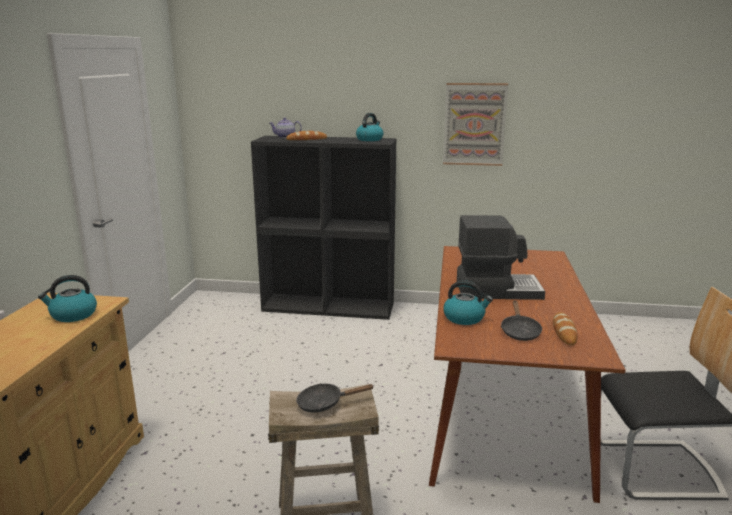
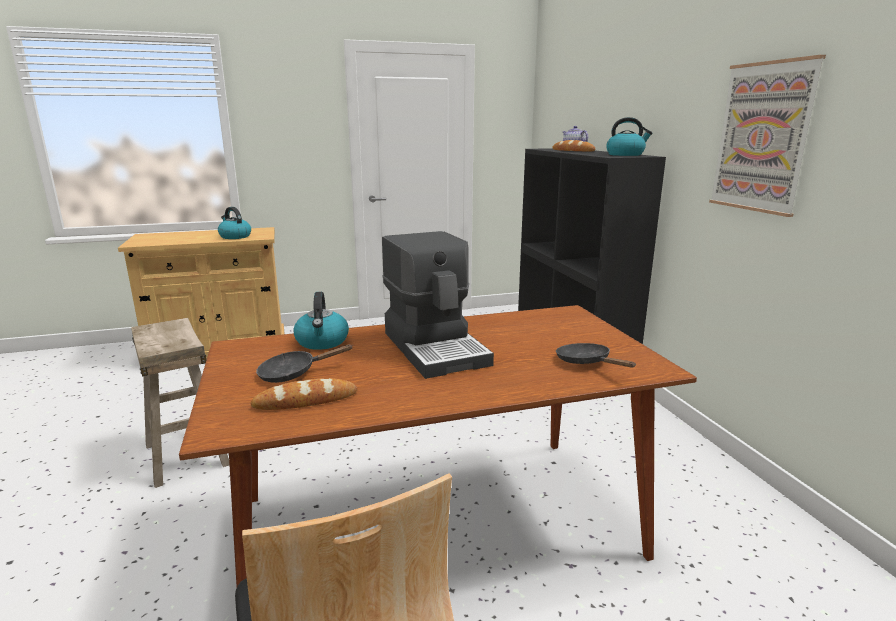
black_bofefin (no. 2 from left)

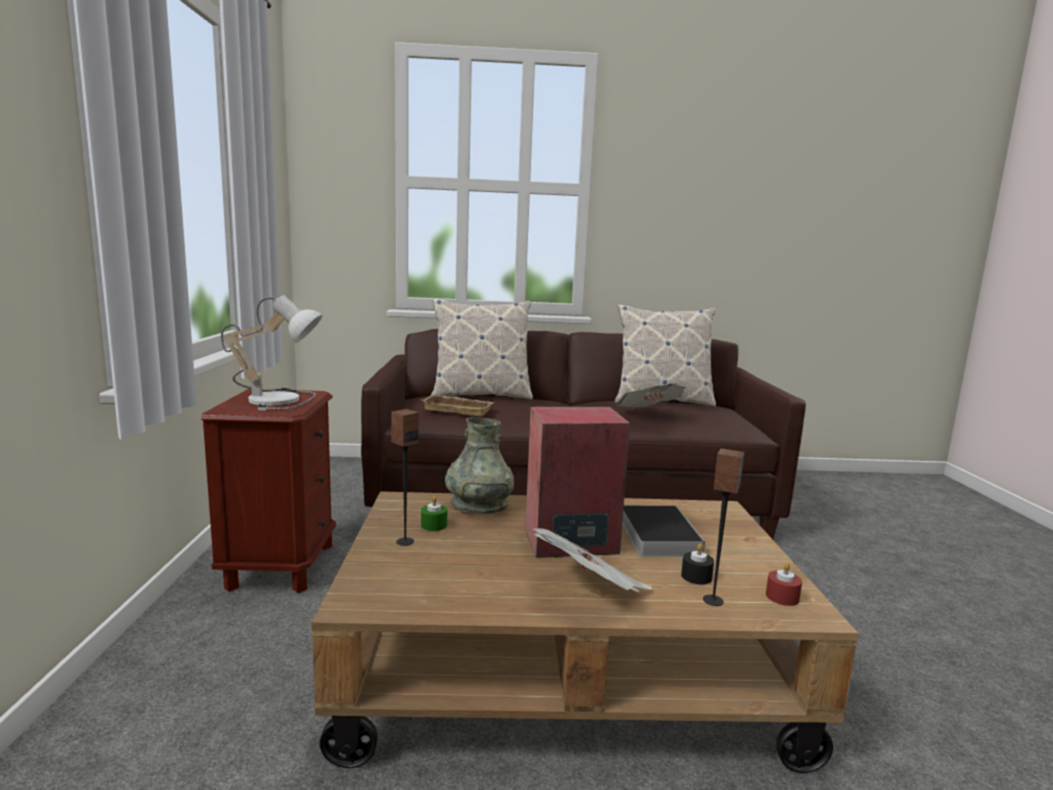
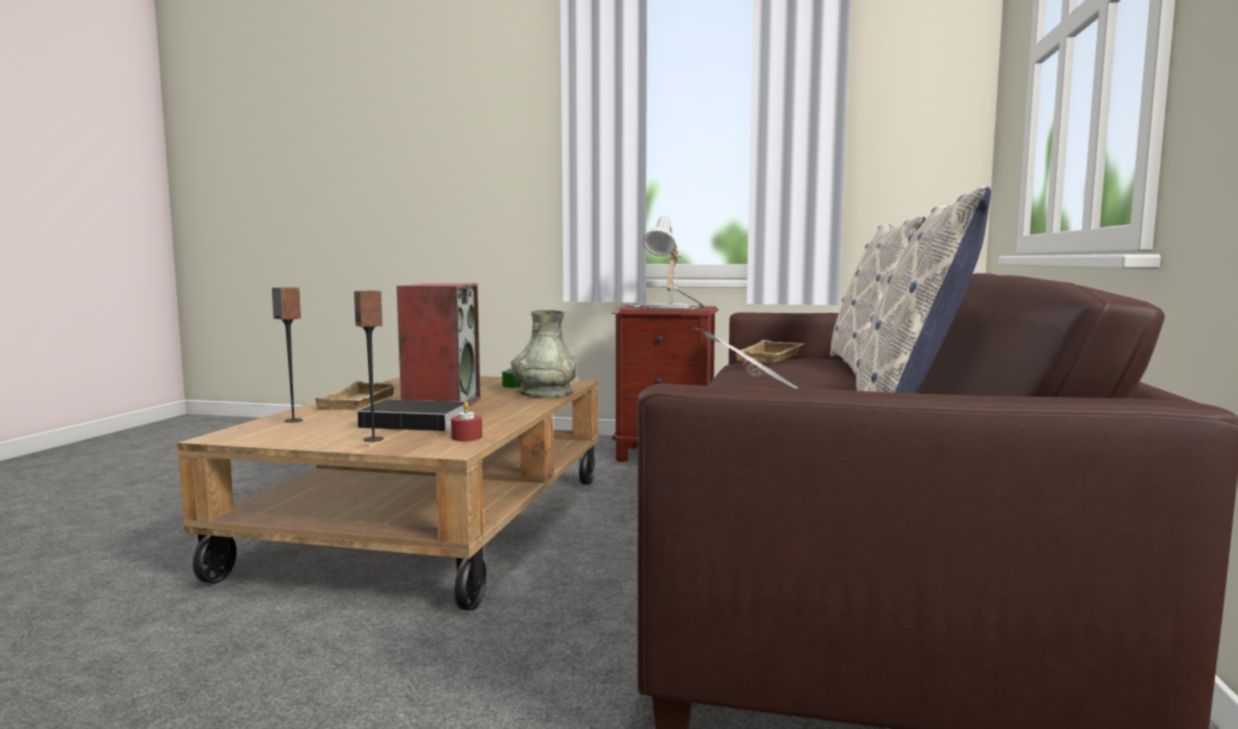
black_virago; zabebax (no. 2 from left); red_virago; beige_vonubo (no. 1 from left)

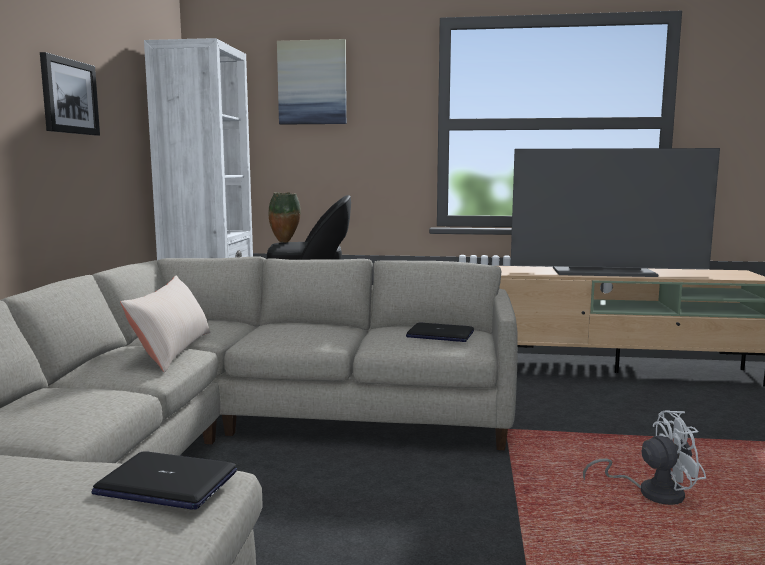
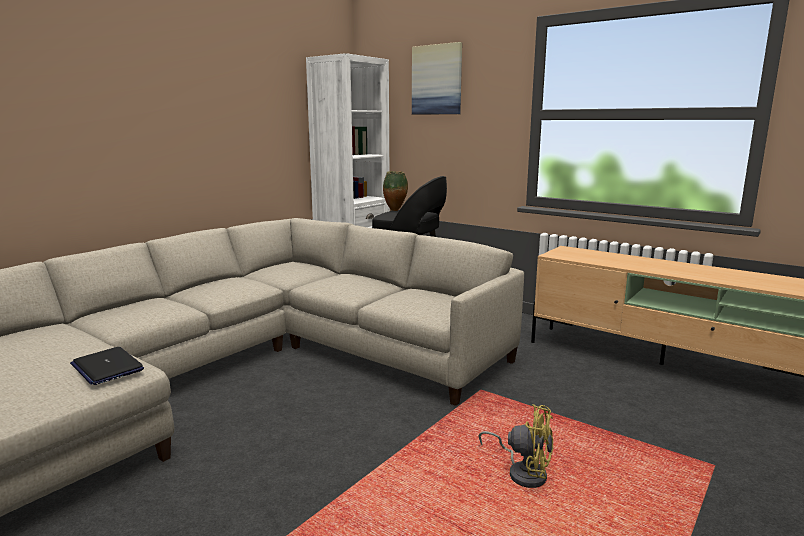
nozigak (no. 1 from left in the first image); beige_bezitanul; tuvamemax (no. 2 from left in the first image); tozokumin; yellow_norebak

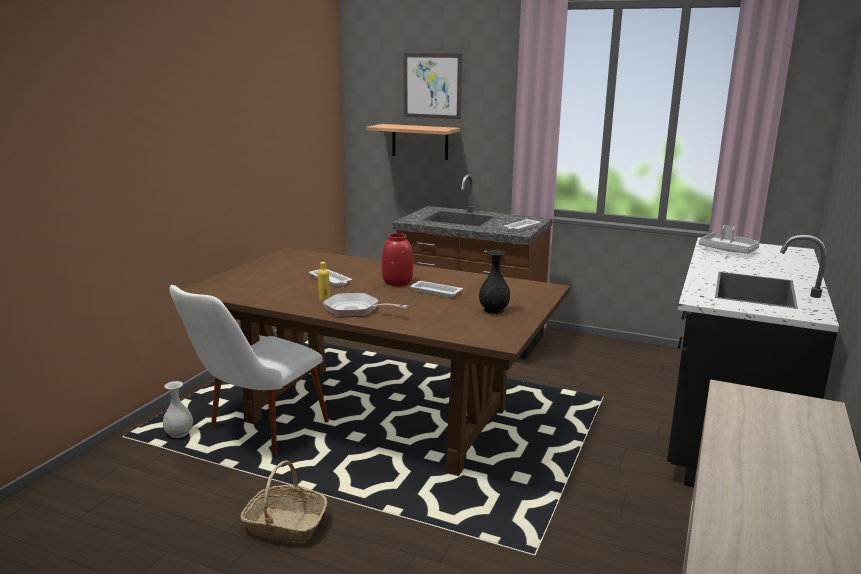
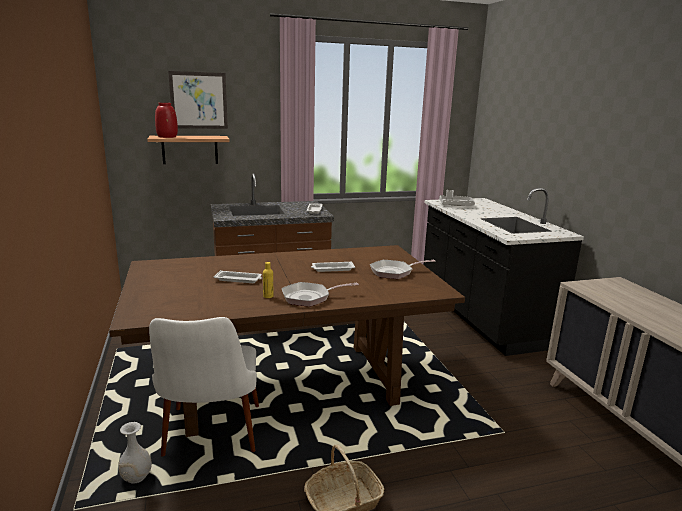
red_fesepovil; bofefin (no. 2 from left)

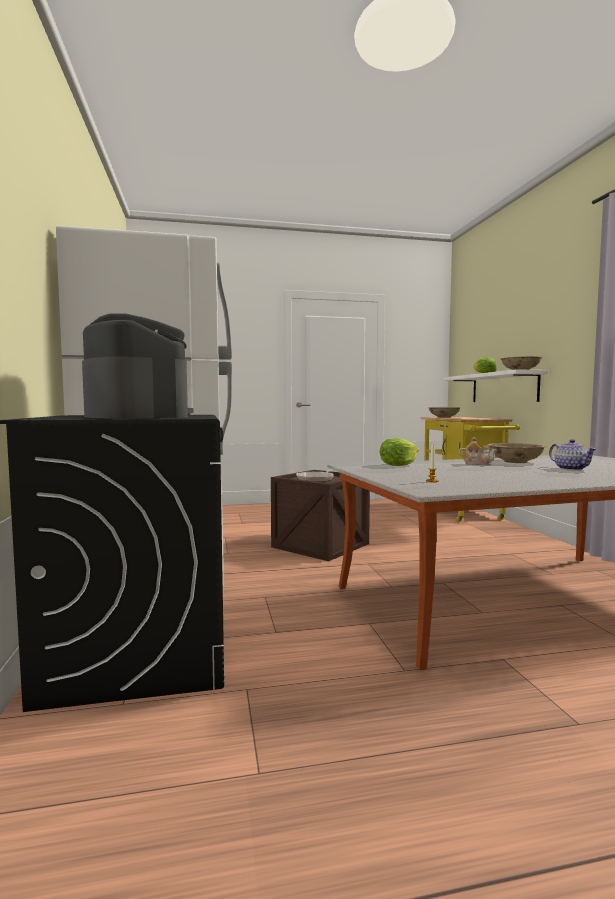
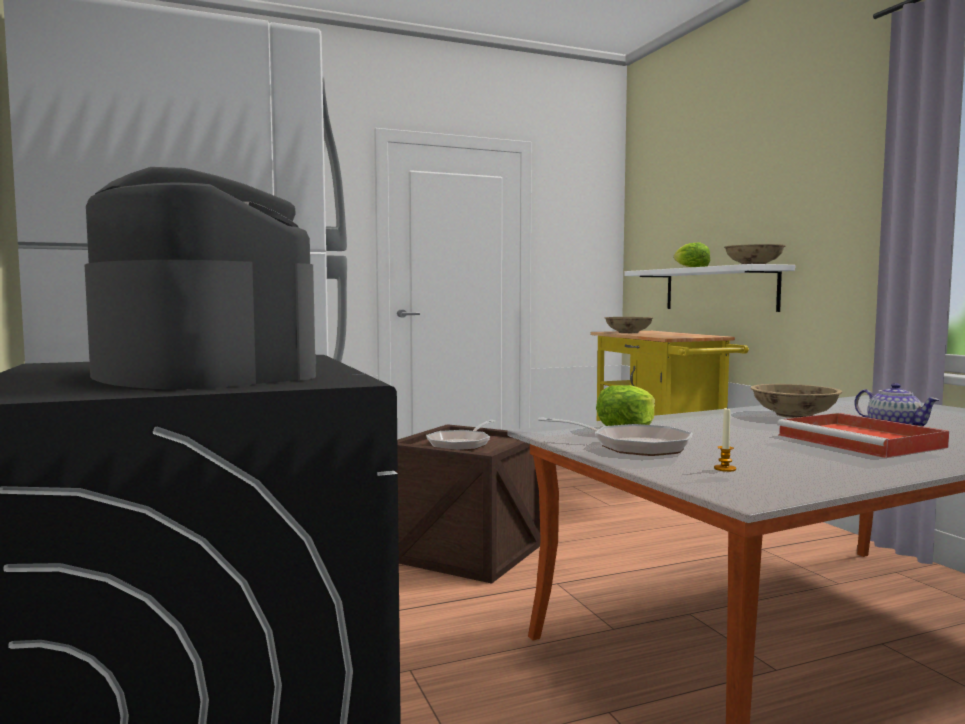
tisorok (no. 1 from left in the first image); bofefin (no. 2 from left); red_vonubo

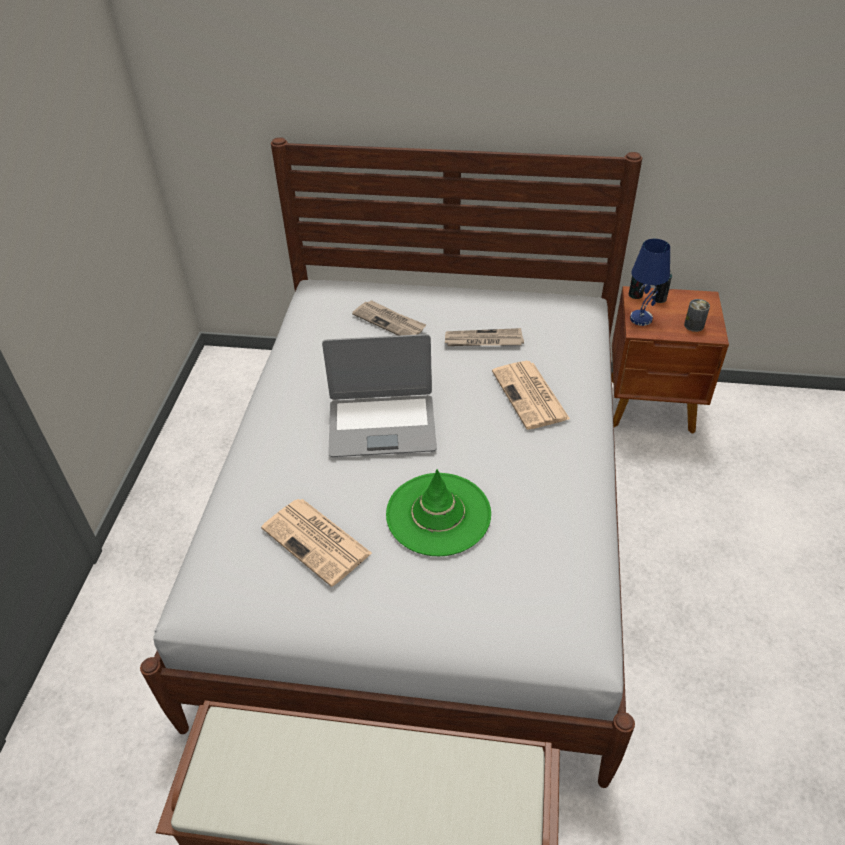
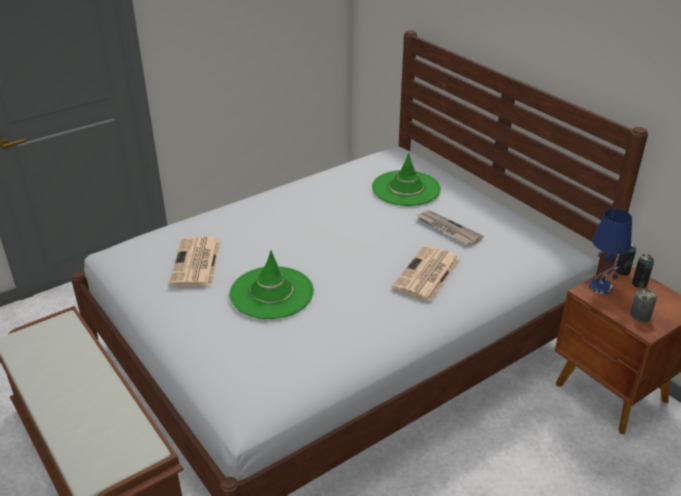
tuvamemax; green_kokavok (no. 2 from left)

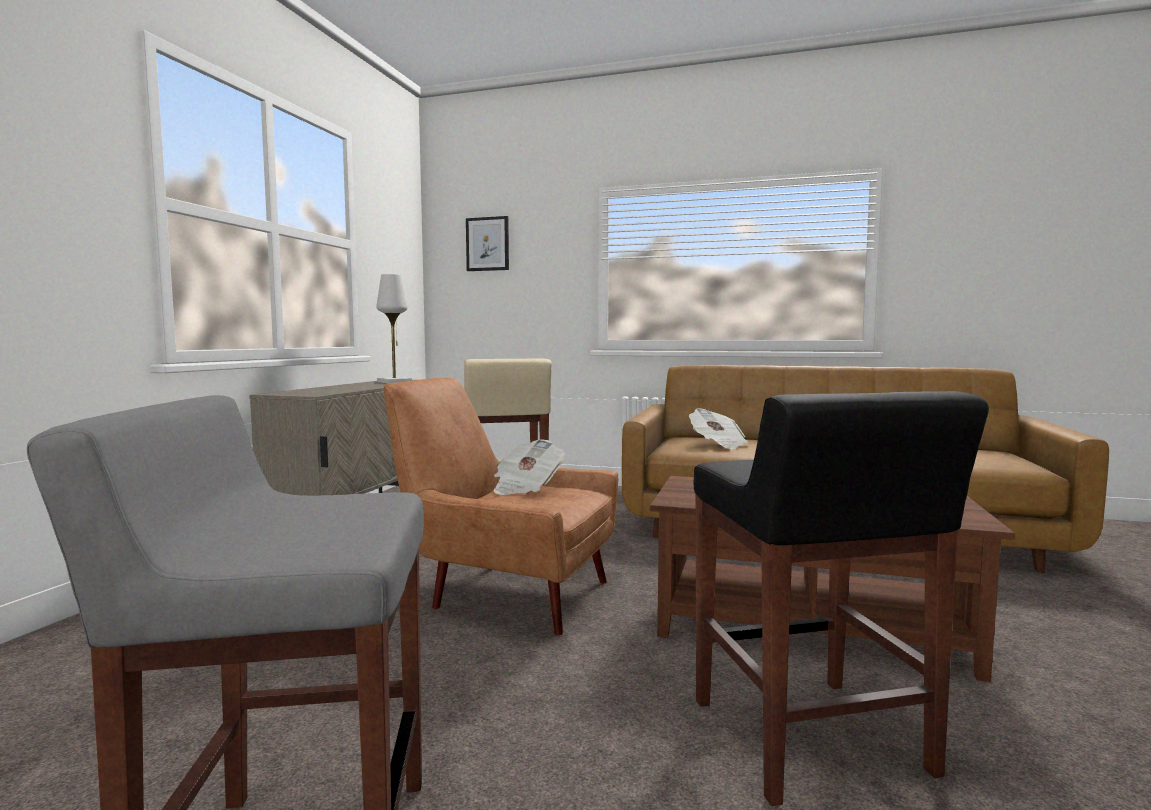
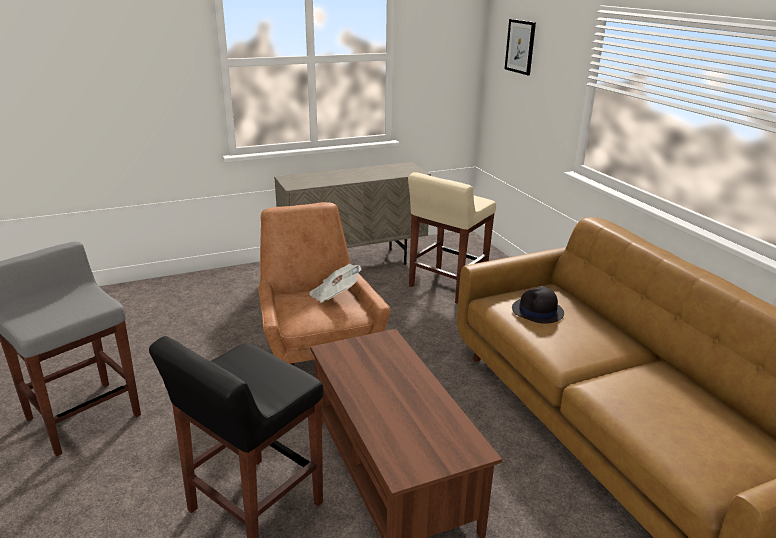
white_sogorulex; black_kokavok

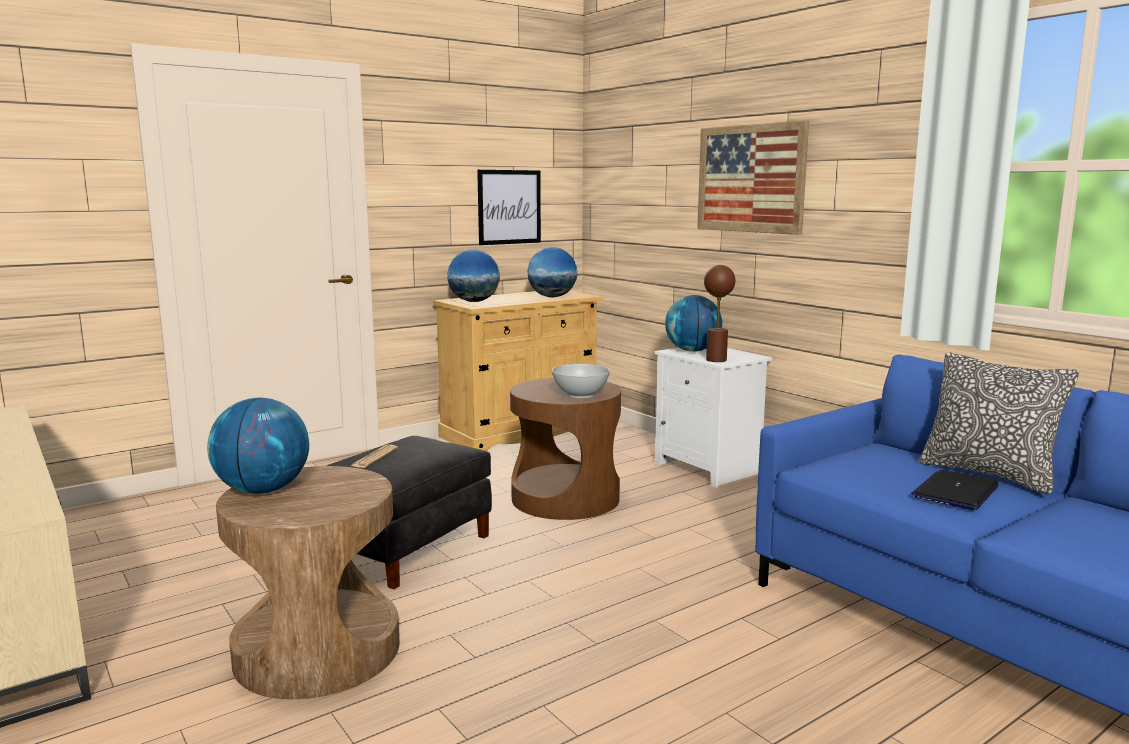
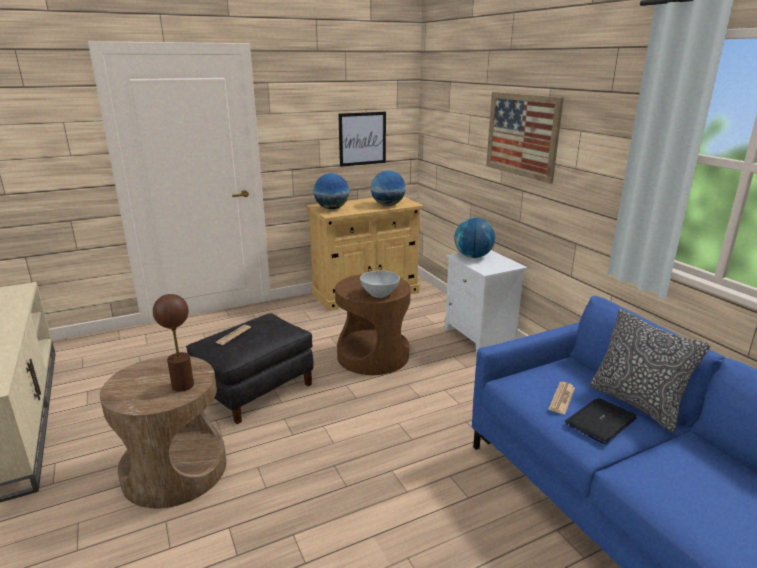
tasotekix (no. 1 from left in the first image); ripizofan (no. 2 from left); brown_sogorulex

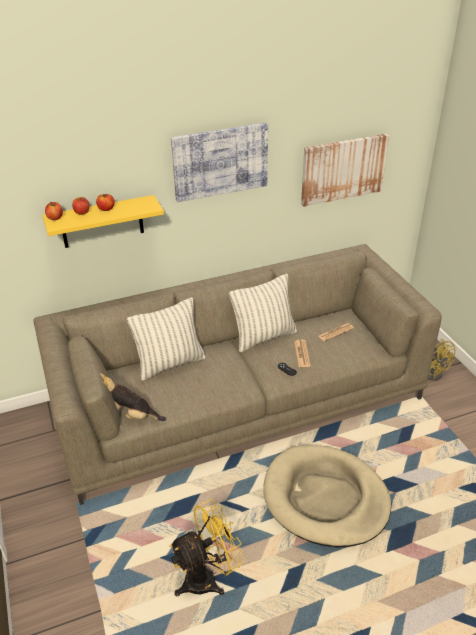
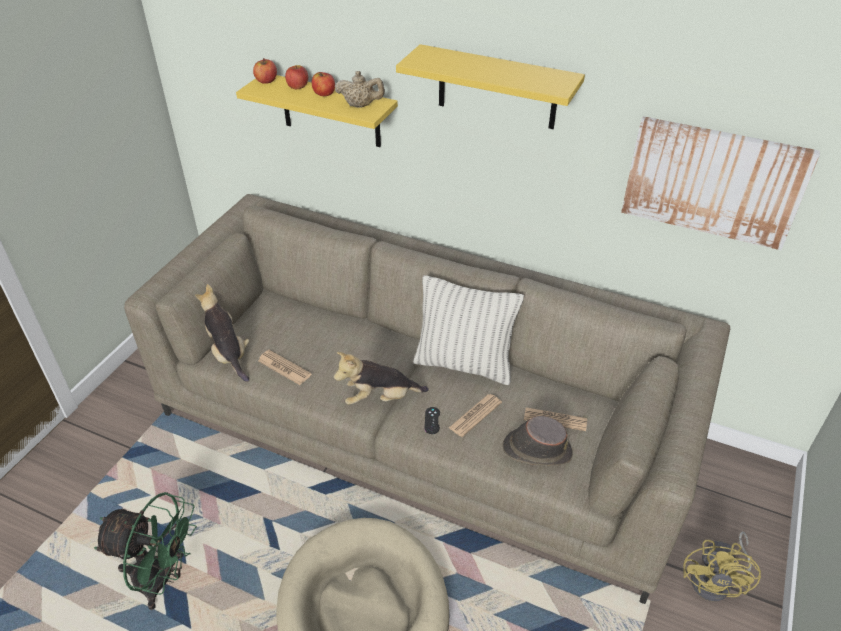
bezitanul (no. 1 from left in the first image); ripizofan (no. 1 from left); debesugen (no. 2 from left); beige_tisorok; brown_kokavok; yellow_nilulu (no. 2 from left); green_norebak

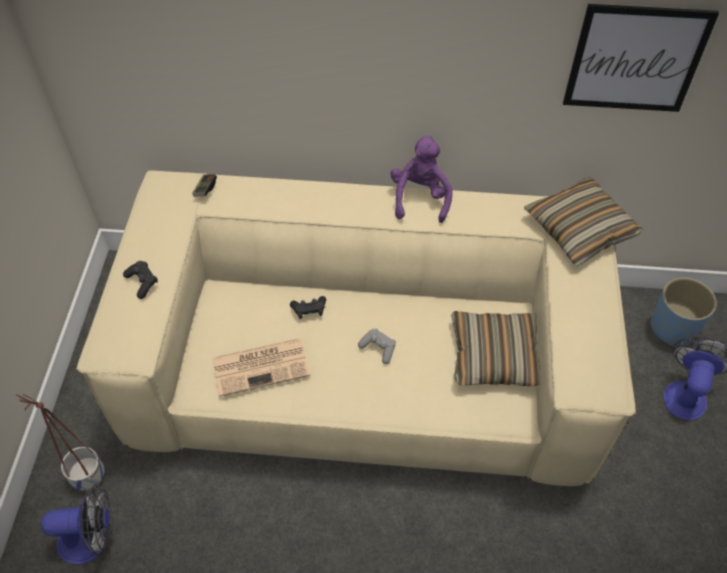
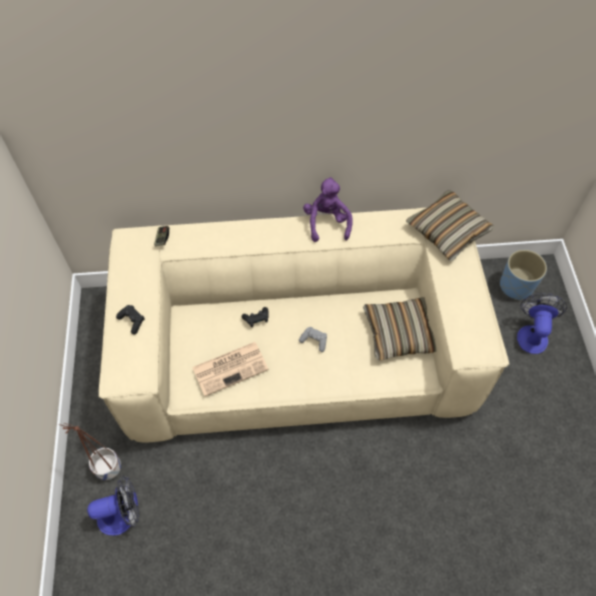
nozigak

